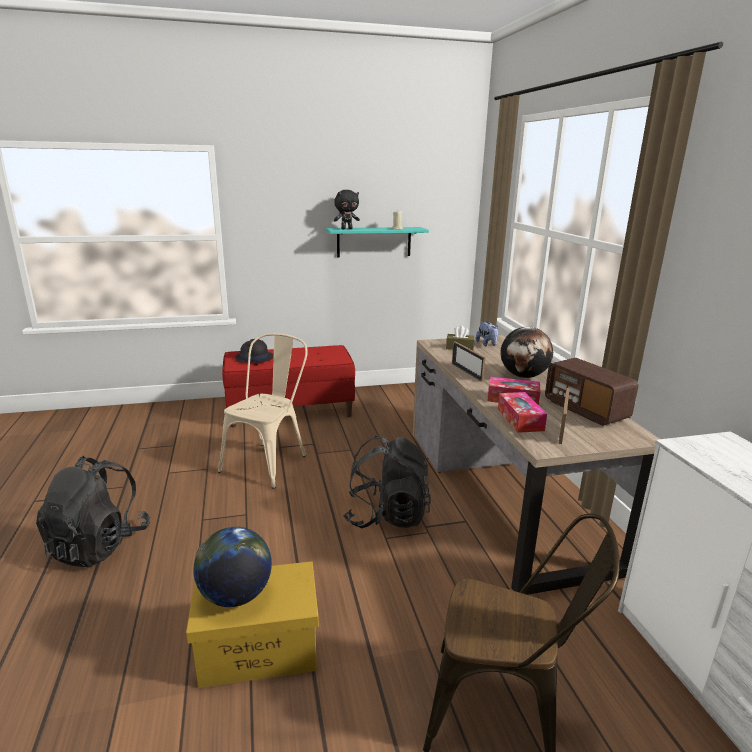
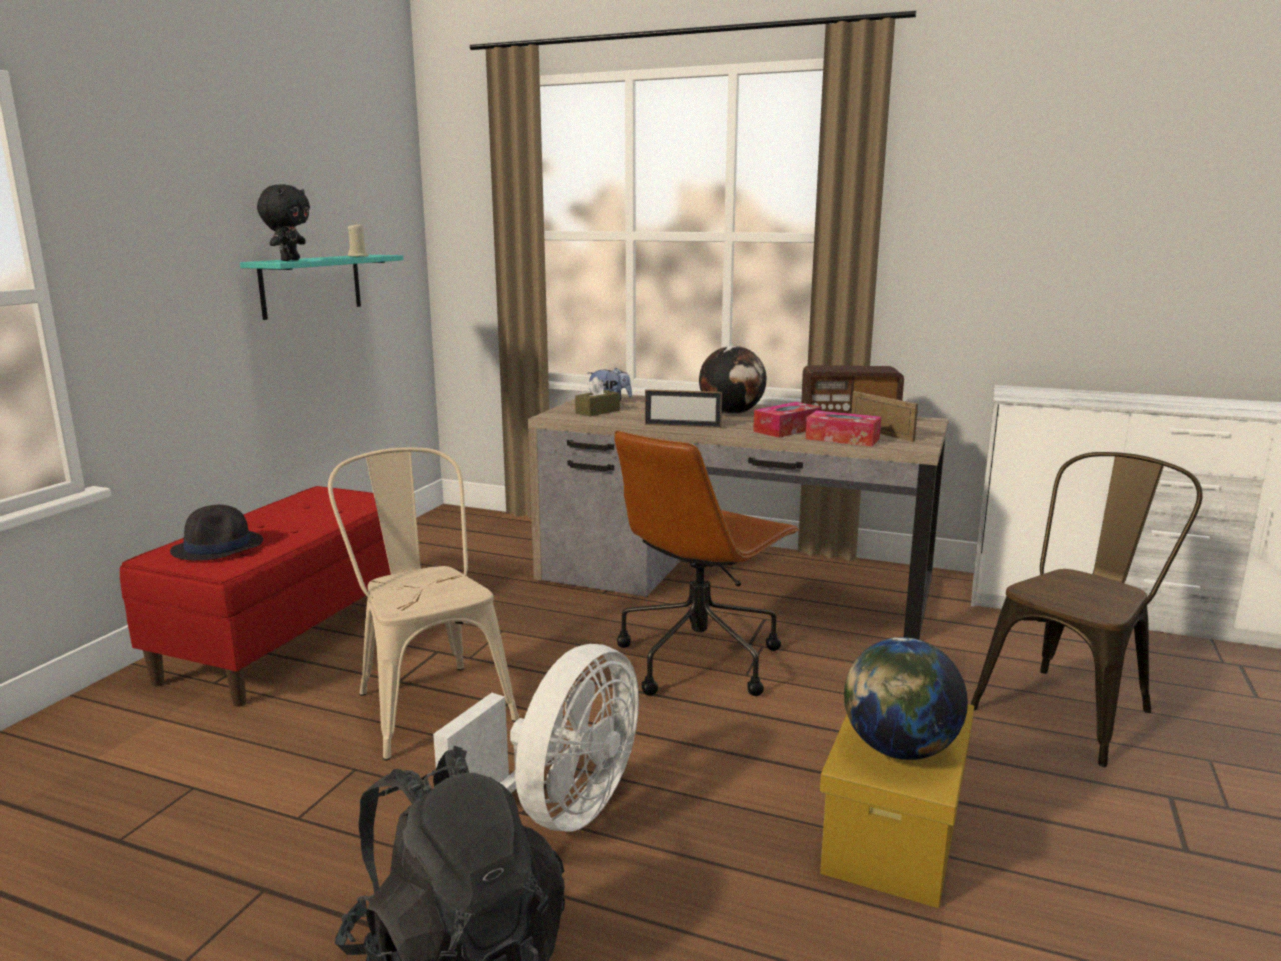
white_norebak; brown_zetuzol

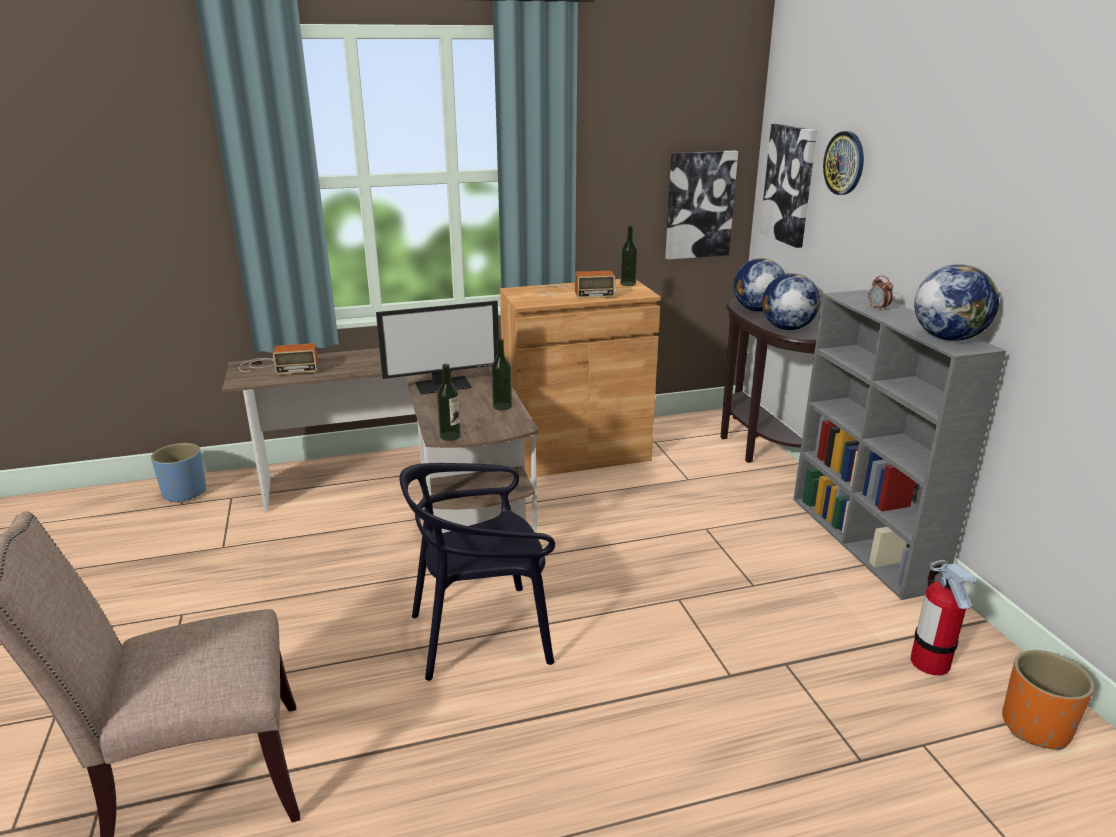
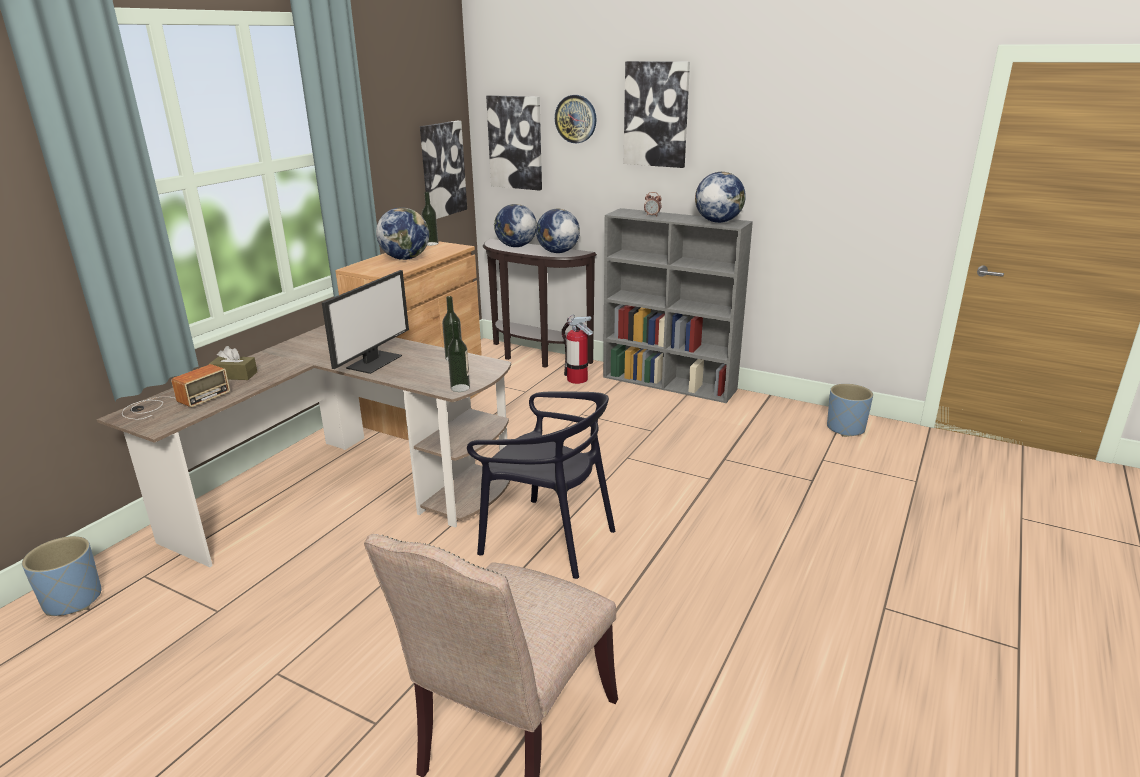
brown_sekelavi; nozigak (no. 3 from left); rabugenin; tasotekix (no. 1 from left); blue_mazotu (no. 2 from left); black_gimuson

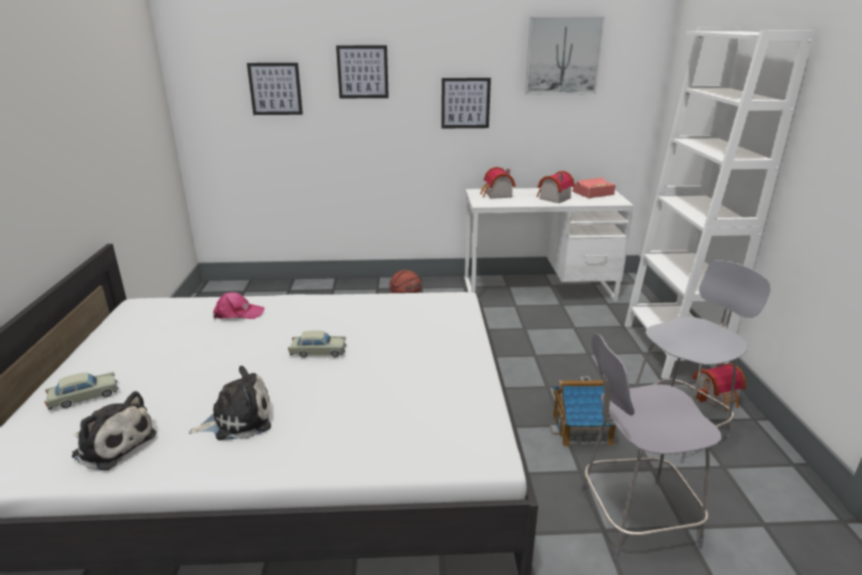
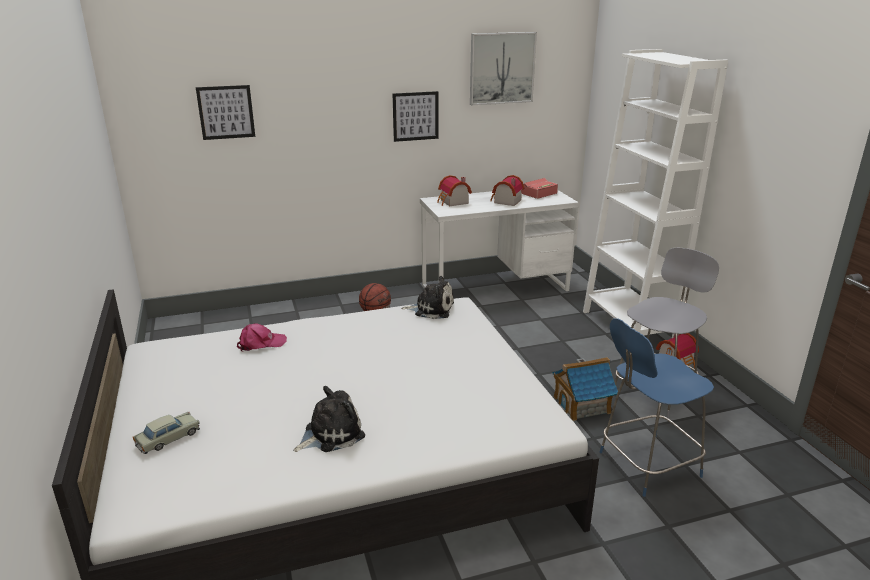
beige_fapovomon (no. 2 from left in the first image); nozigak (no. 2 from left in the first image); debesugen (no. 2 from left); blue_gimuson

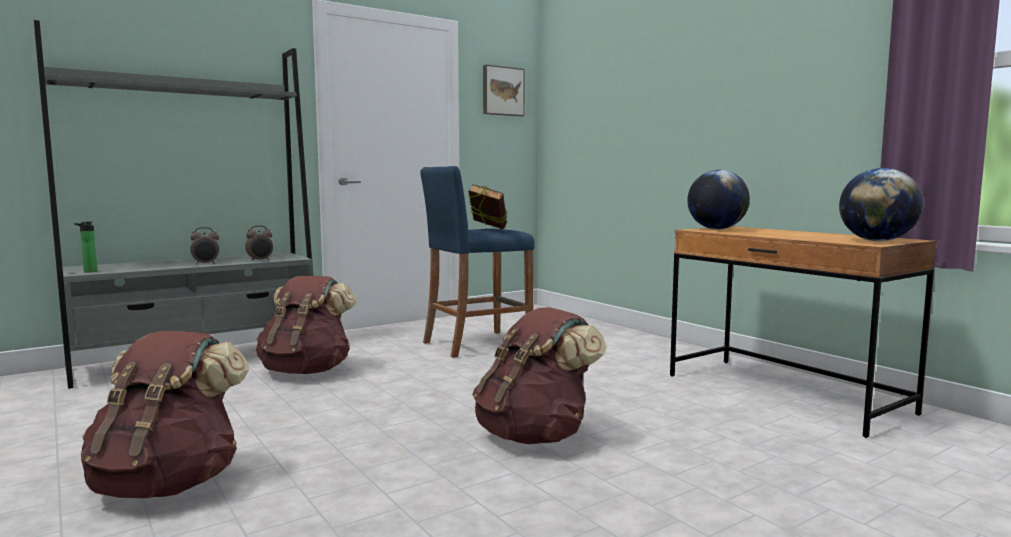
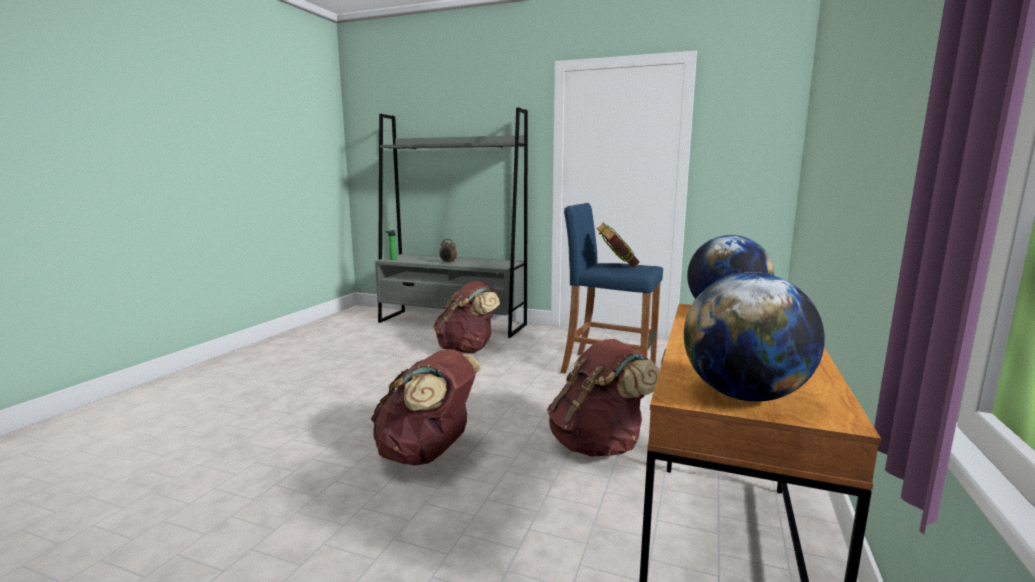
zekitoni (no. 2 from left in the first image); nozigak; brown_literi (no. 3 from left)

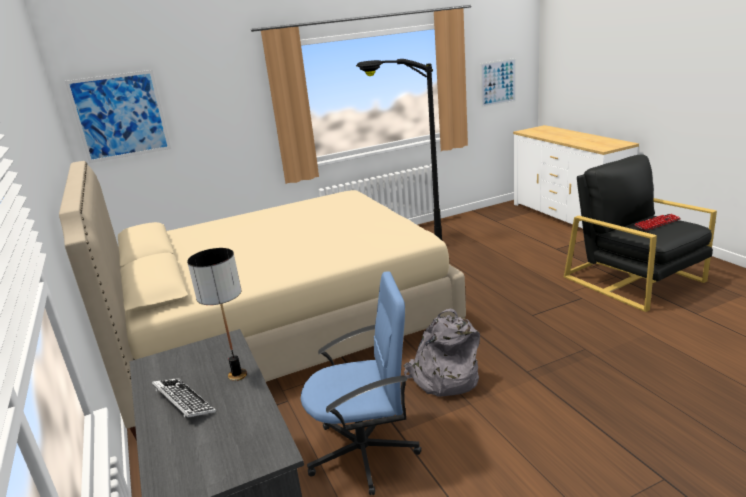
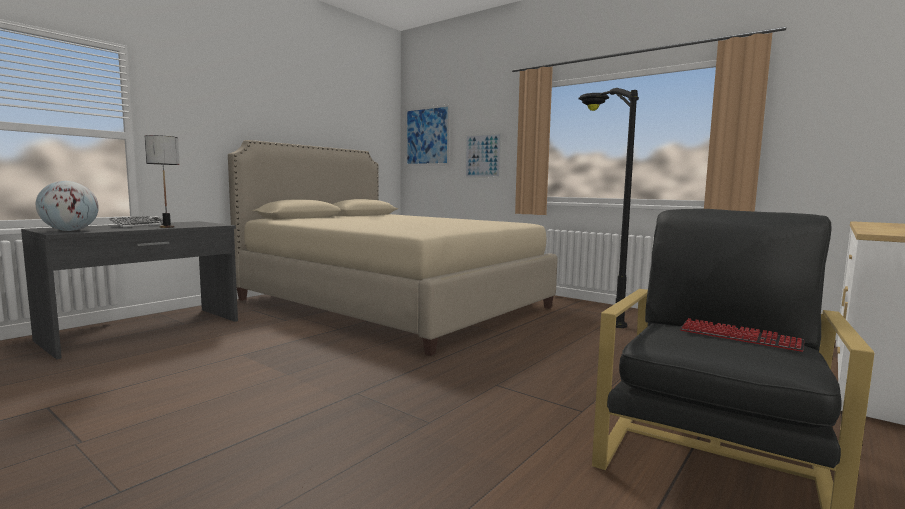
blue_zetuzol; grey_literi; tasotekix; nozigak (no. 2 from left)

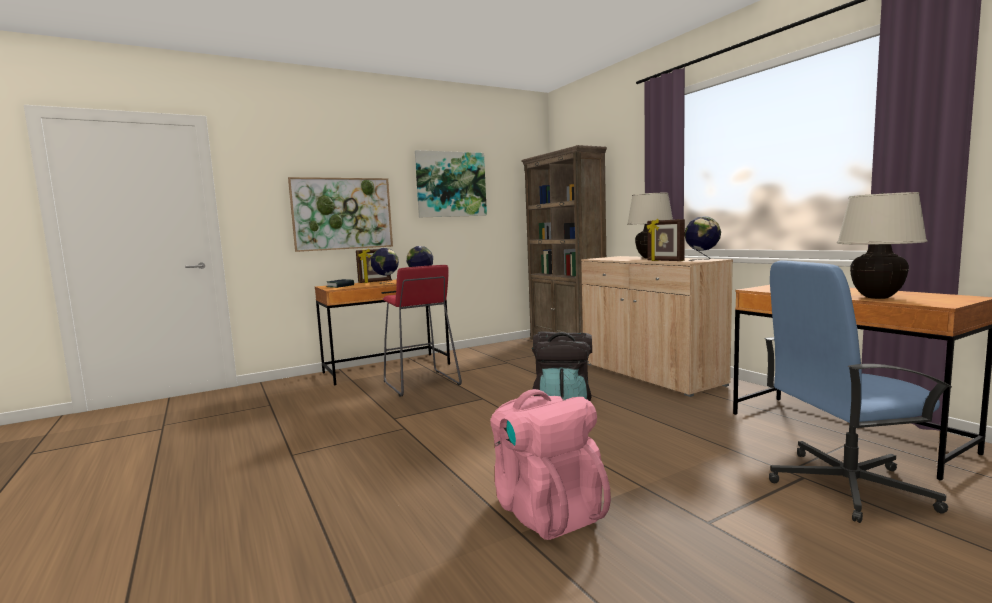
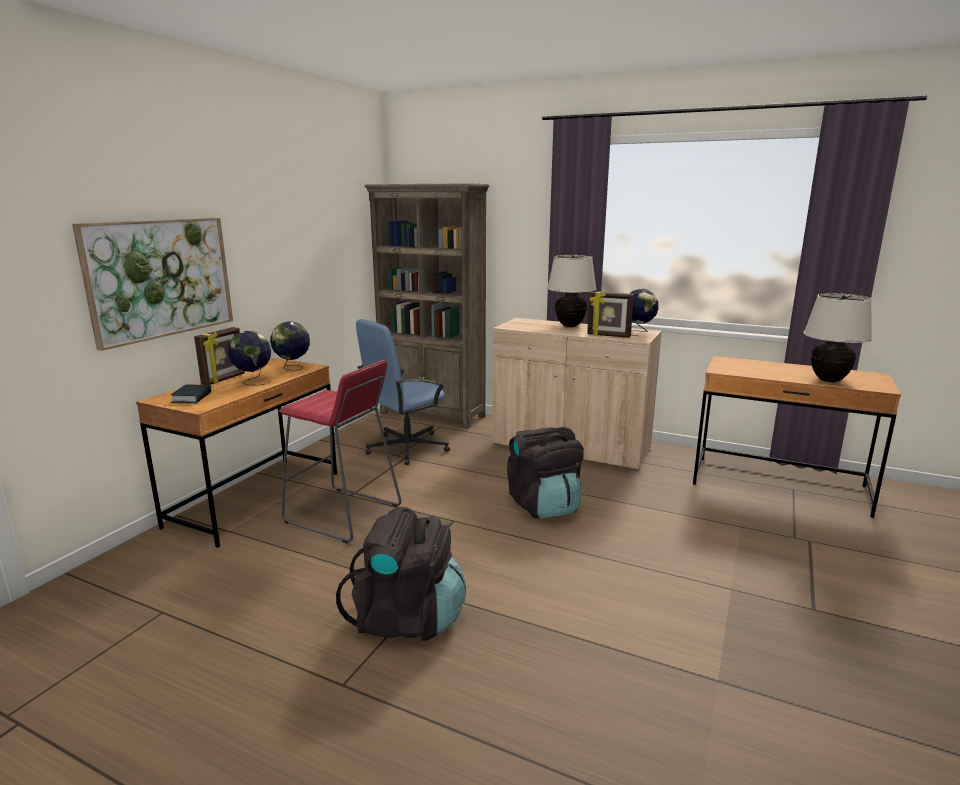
nozigak (no. 2 from left in the first image); pink_literi; black_literi (no. 1 from left); blue_zetuzol

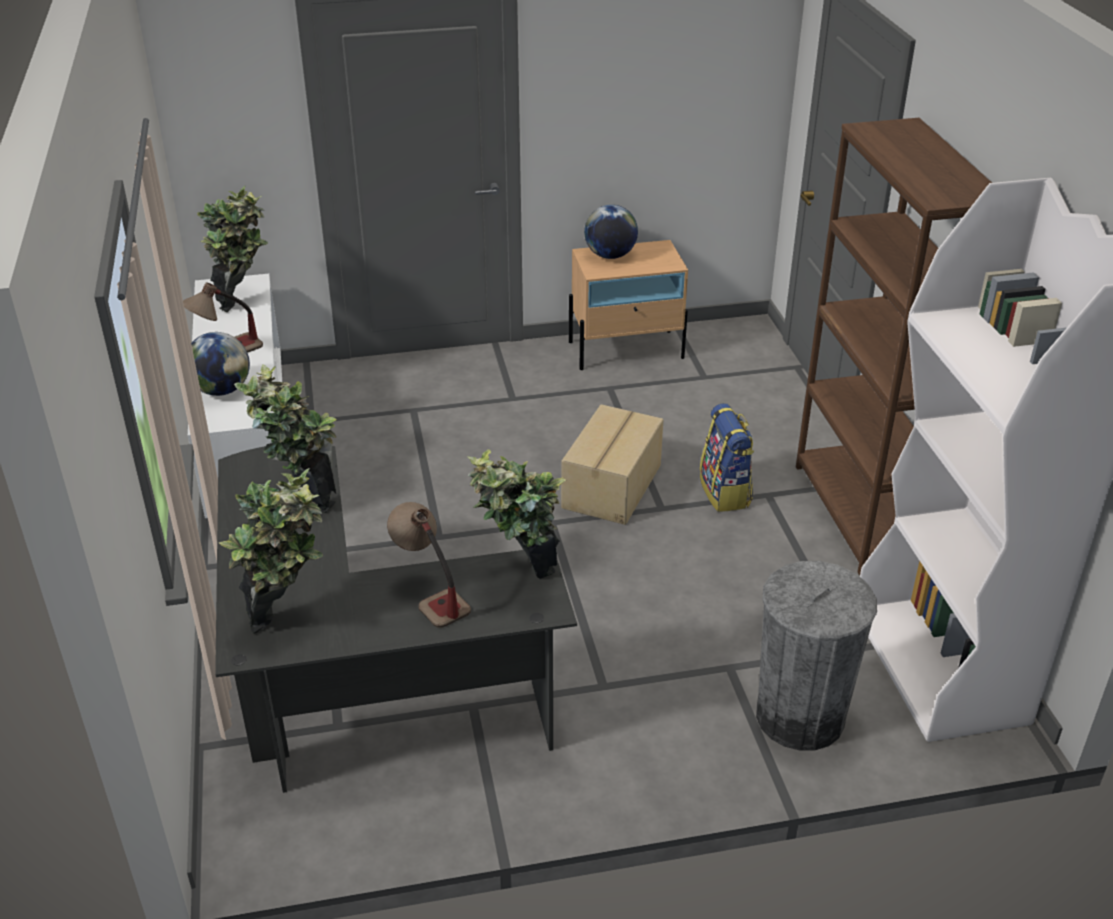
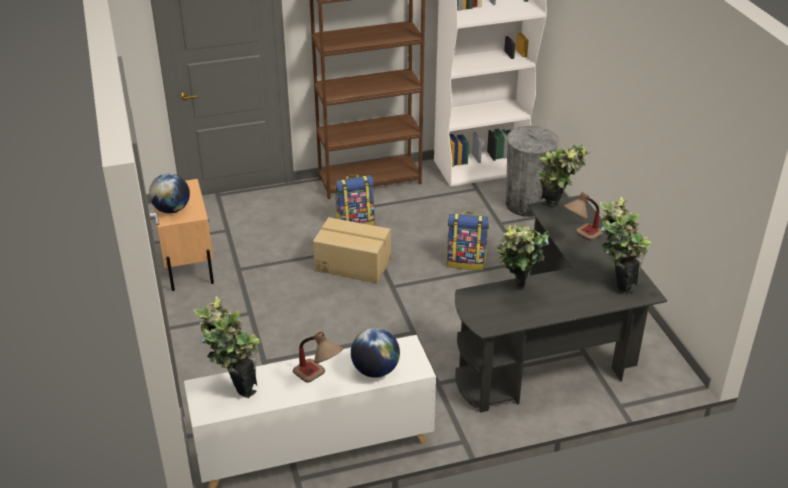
literi (no. 2 from left)

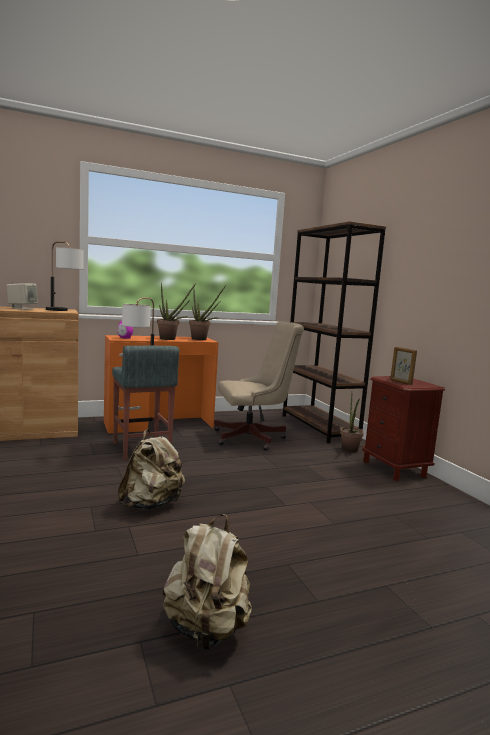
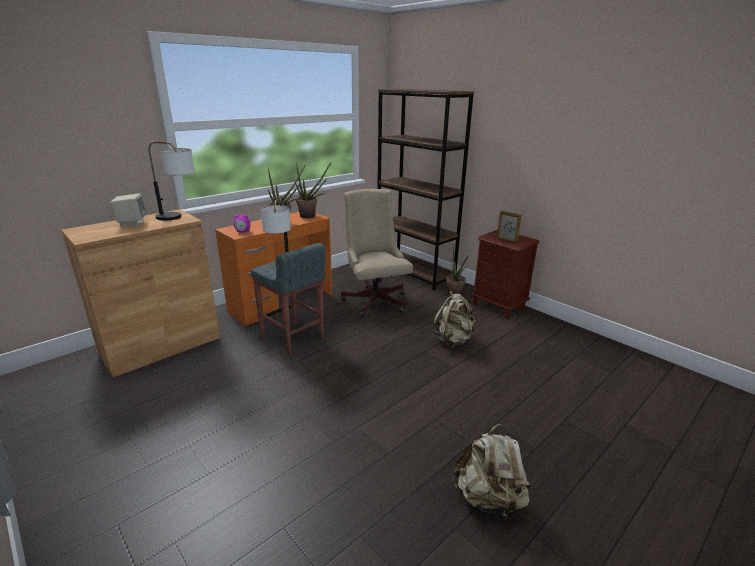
beige_literi (no. 1 from left); beige_zetuzol

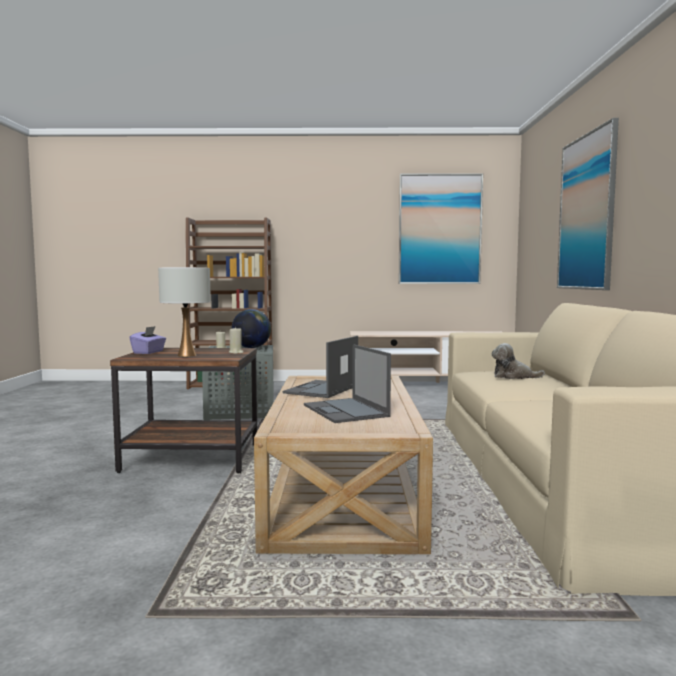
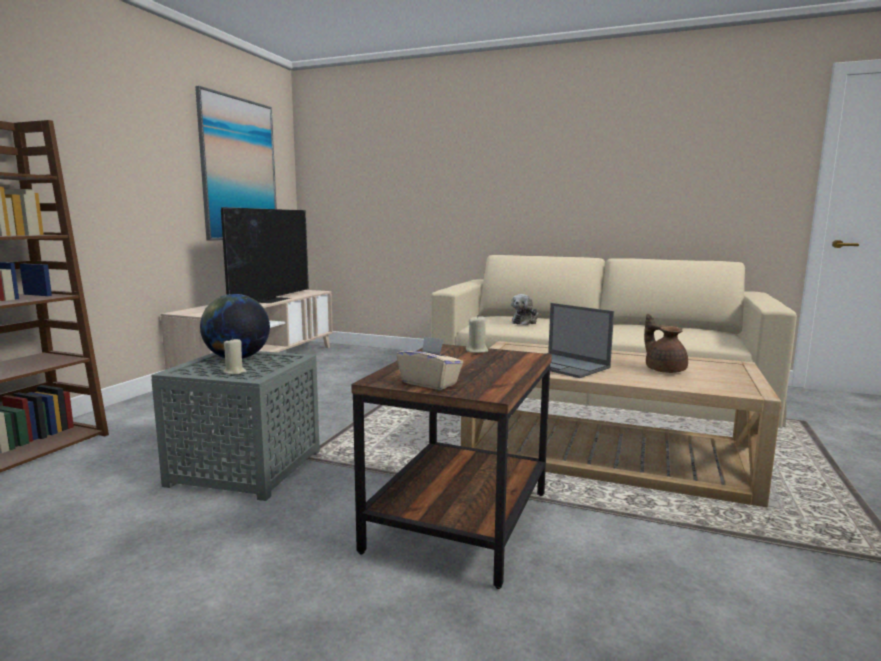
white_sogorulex; nozigak (no. 2 from left in the first image); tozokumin; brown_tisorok; beige_sekelavi

